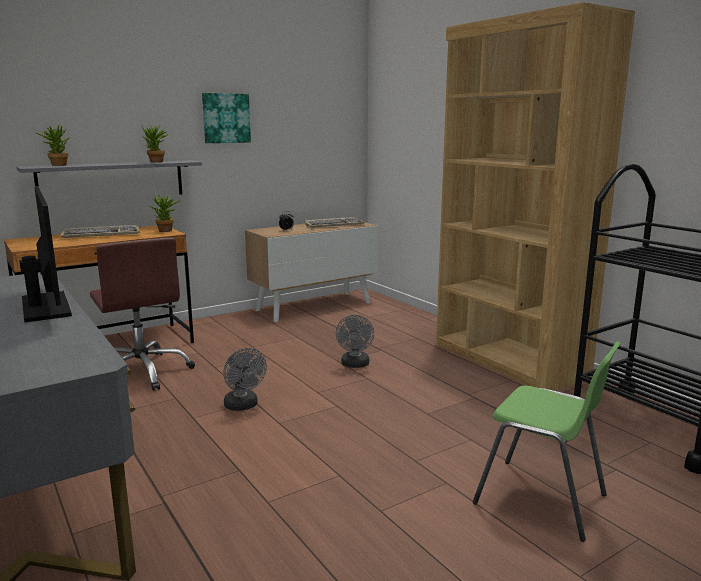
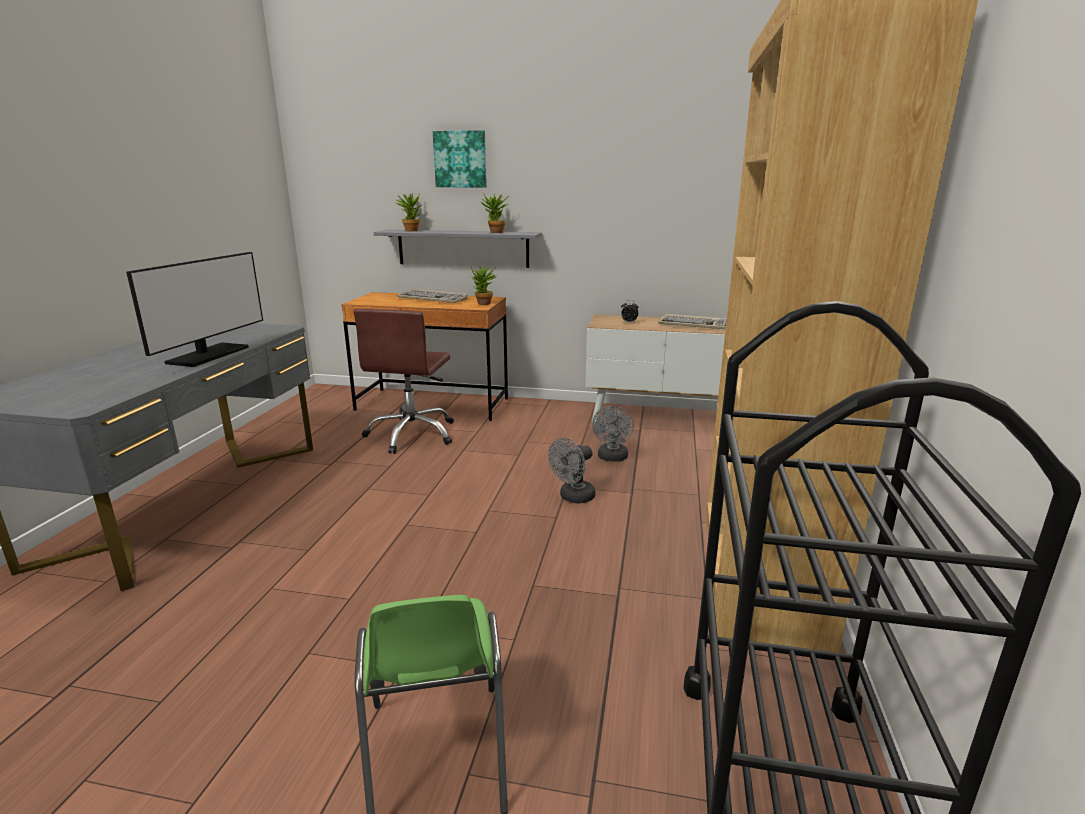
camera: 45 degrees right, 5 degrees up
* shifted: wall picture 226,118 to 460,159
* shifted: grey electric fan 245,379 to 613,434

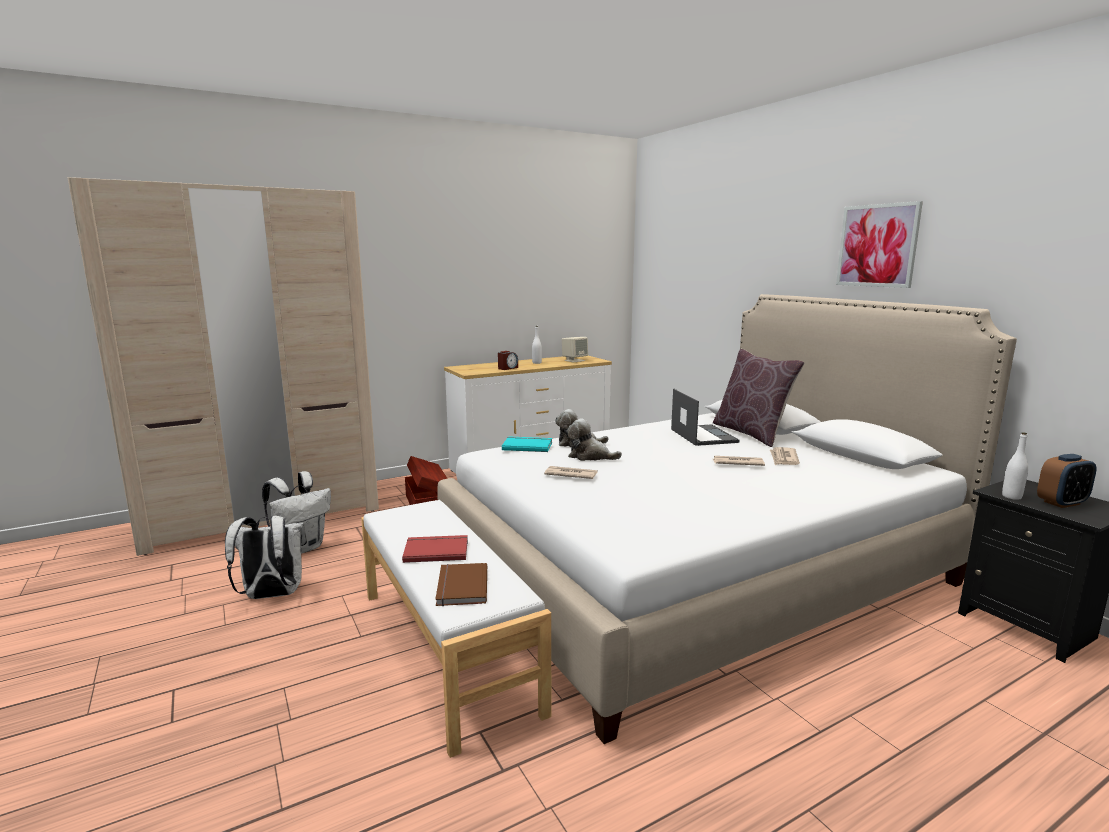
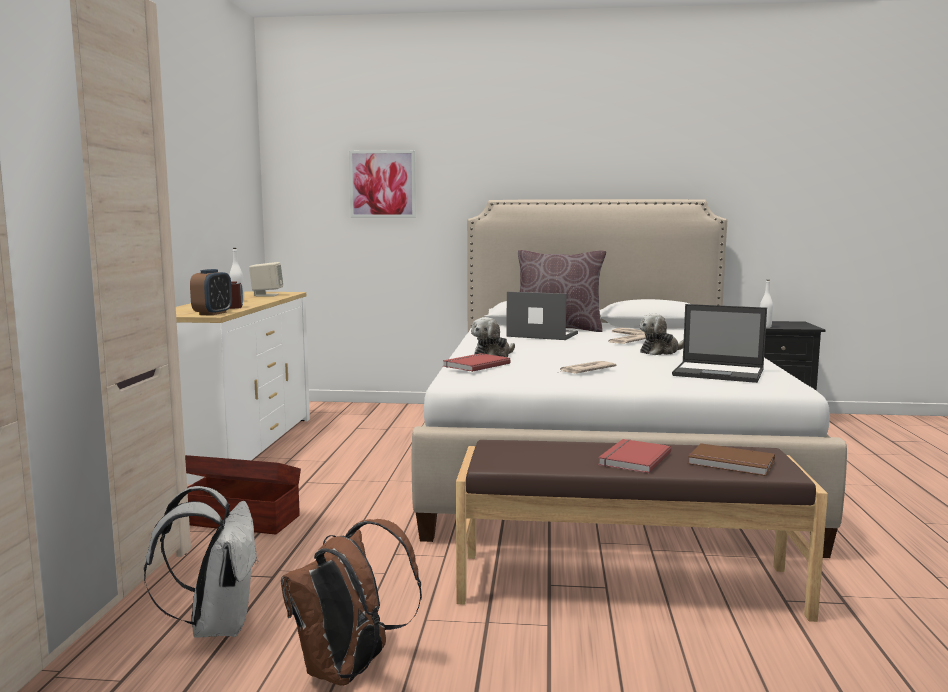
camera: 55 degrees left, 5 degrees down
* repainted: white knapsack 266,557 to brownish knapsack 351,602
* repainted: white indoor bench 456,629 to brownish indoor bench 642,531
* repainted: blue-green bound book 527,444 to reddish bound book 477,362
* shifted: soft toy 594,439 to 662,334
* shifted: wall picture 879,244 to 382,184
* shifted: bedside clock 1067,481 to 211,292
* new: notebook computer 719,343

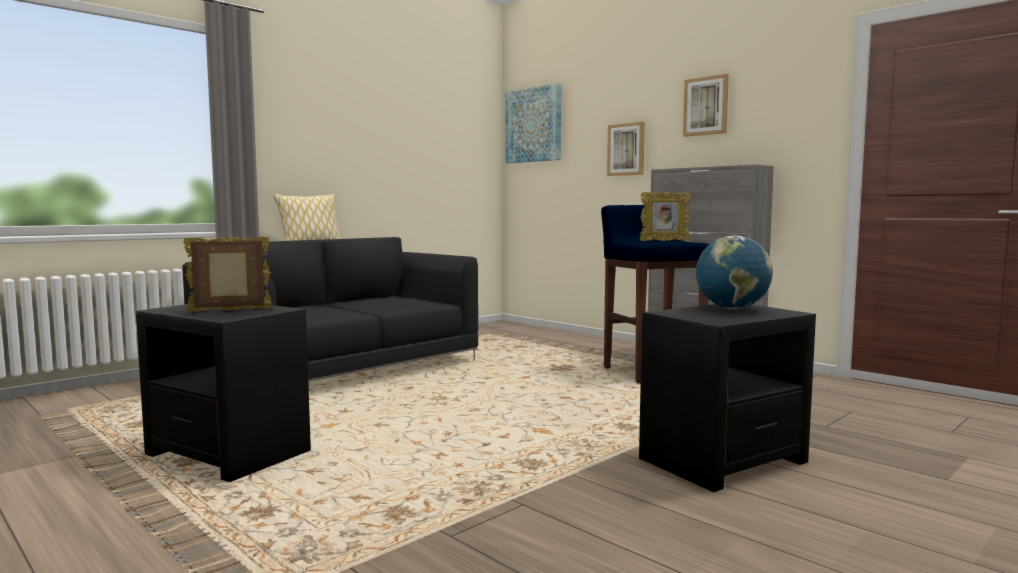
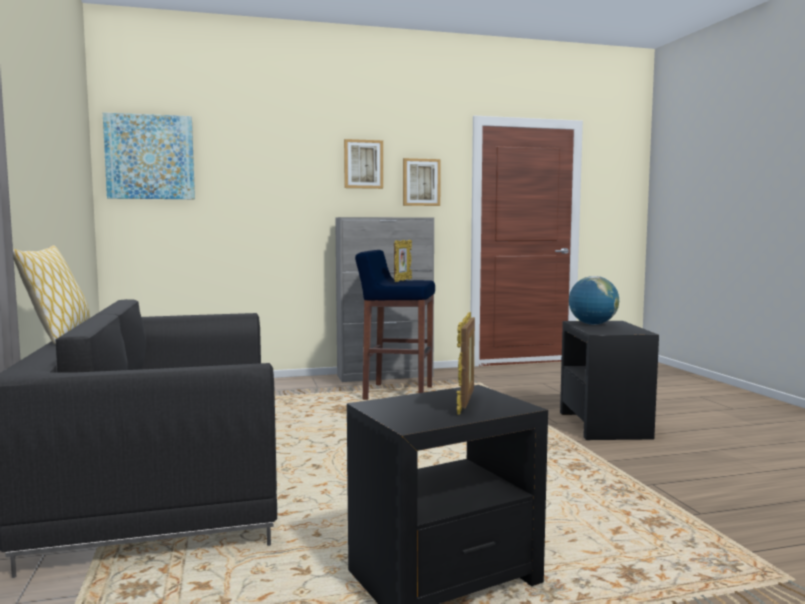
camera: 60 degrees left, 0 degrees up
* shifted: wall picture 626,149 to 422,182

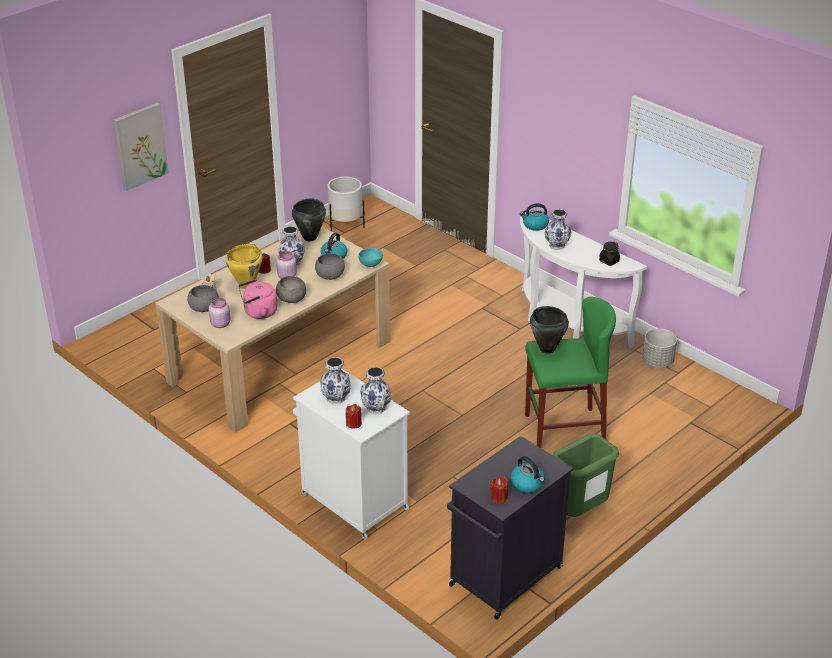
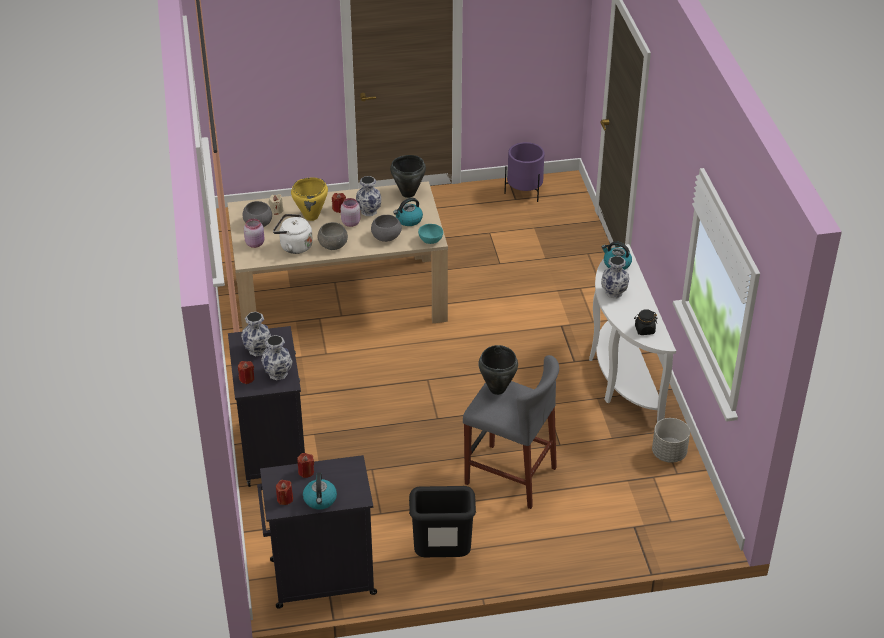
camera: 35 degrees right, 5 degrees up
* gone: wall picture 141,147
* repainted: pink-coloured tea kettle 257,299 to white tea kettle 293,234
* repainted: white cabinet 351,454 to blackish cabinet 266,406
* repainted: white flower pot 346,204 to purple flower pot 524,172
* repainted: greenish sitting stool 570,372 to grey sitting stool 511,432
* repainted: greenish trash can 586,475 to blackish trash can 442,521
* new: reddish wax light 305,465

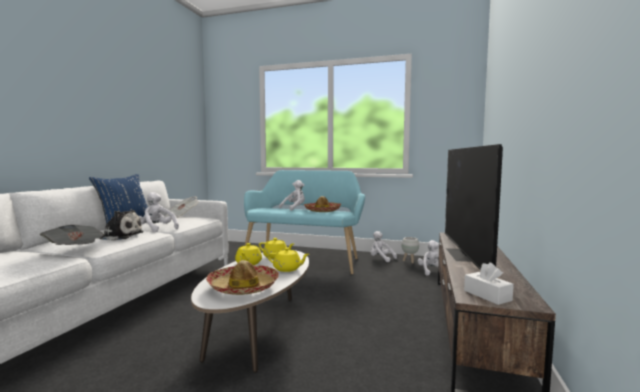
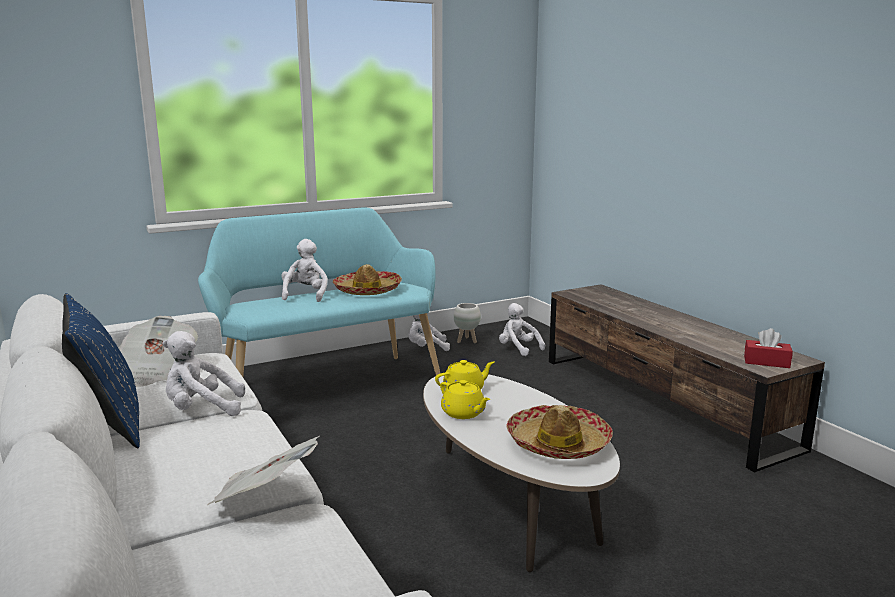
camera: 45 degrees left, 10 degrees up
* gone: soft toy 122,225
* gone: yellowish teapot 288,260
* gone: TV 474,207
* repainted: white tissue holder 489,283 to reddish tissue holder 768,348

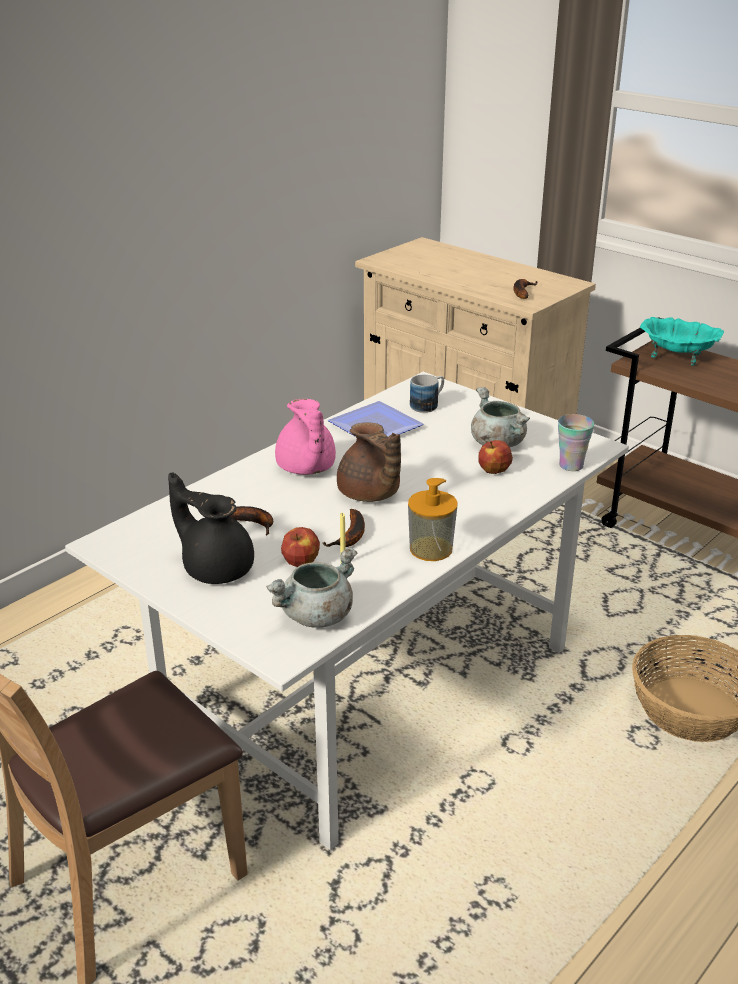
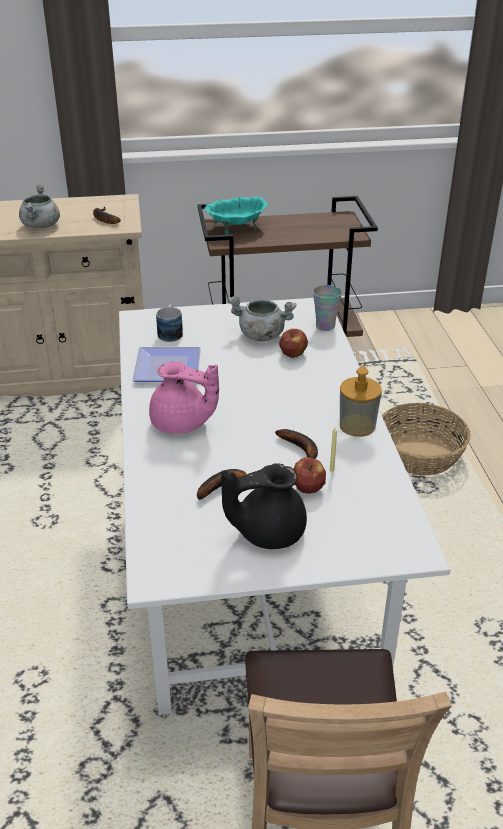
camera: 50 degrees left, 5 degrees up
* shifted: grey cooking pot 311,587 to 39,206
* gone: brownish teapot 369,462

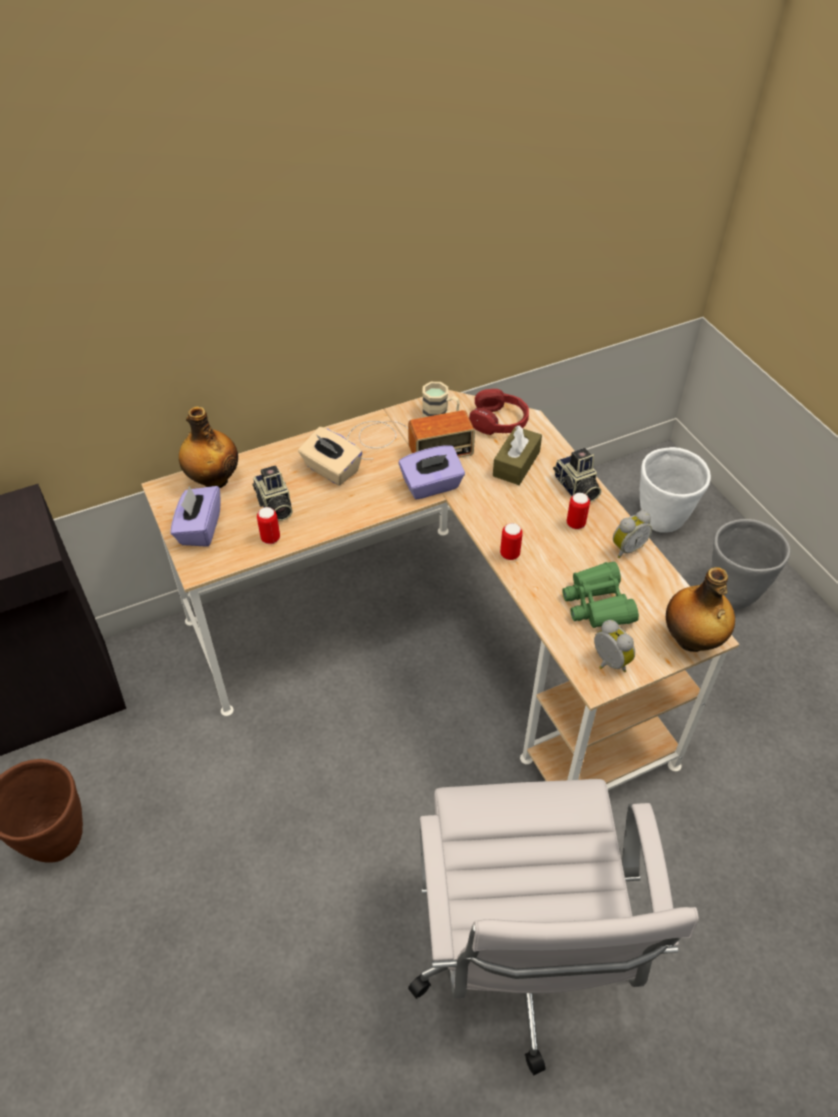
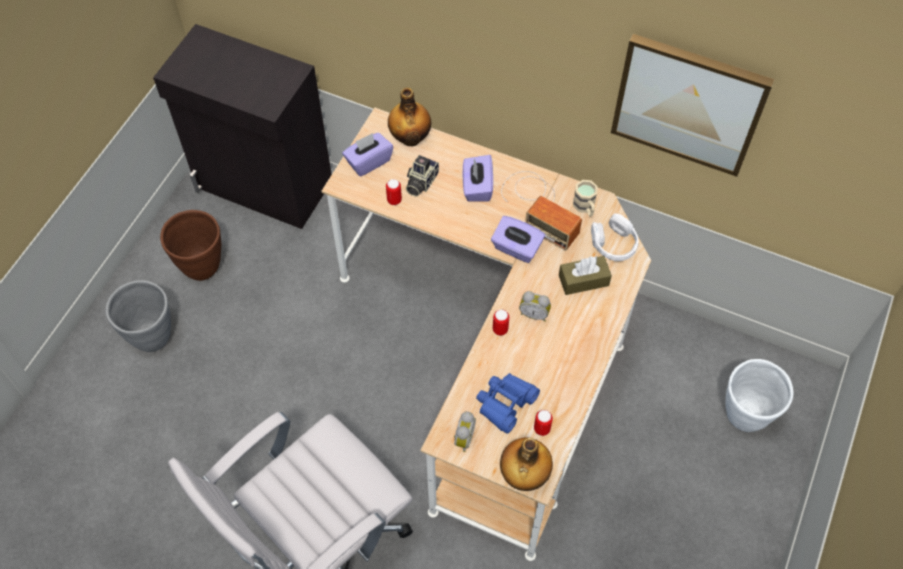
camera: 50 degrees right, 10 degrees up
* repainted: sand-coloured tissue holder 330,456 to purple tissue holder 478,178
* repainted: reddish pair of headphones 499,412 to white pair of headphones 615,237
* gone: still camera 577,475
* repainted: greenish field glasses 600,595 to bluish field glasses 508,403
* shifted: can 578,511 to 543,423
* shifted: bedside clock 632,534 to 535,306
* shifted: grey flower pot 751,564 to 138,316
* new: wall picture 693,105

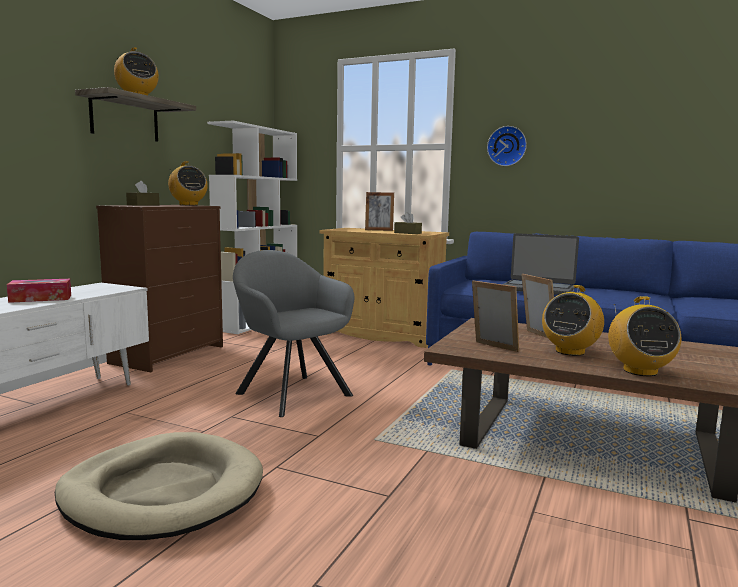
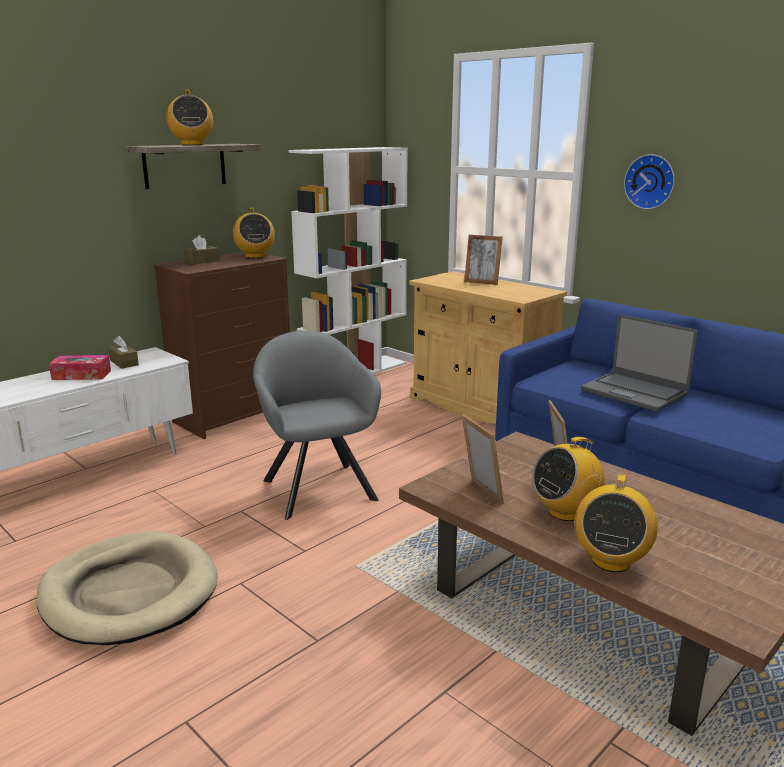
camera: 20 degrees right, 10 degrees up
* shifted: brownish tissue holder 408,223 to 123,352

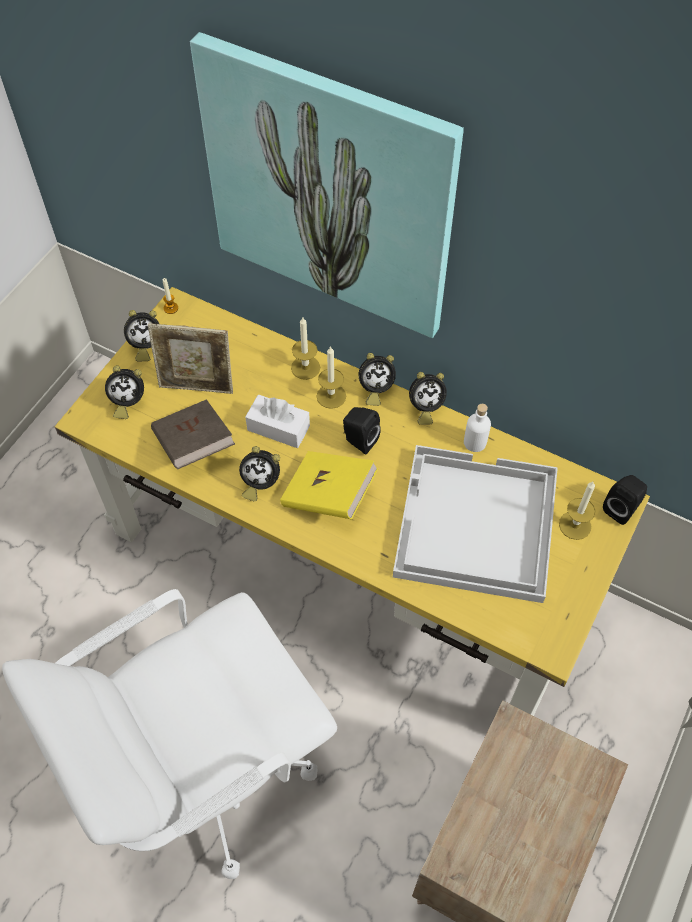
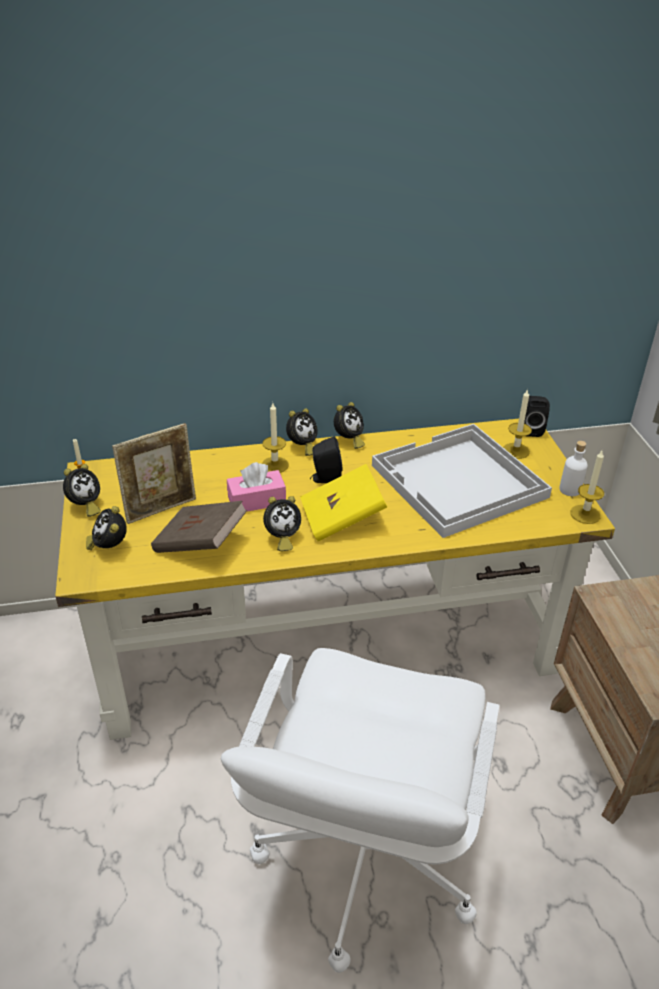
camera: 40 degrees left, 20 degrees down
* rotated: bedside clock 124,392 = 106,528 120 degrees clockwise
* gone: wall picture 327,185
* repainted: white tissue holder 277,421 to pink-coloured tissue holder 256,487
* shifted: wax light 305,348 to 587,487
* shifted: white drink bottle 477,428 to 573,468

